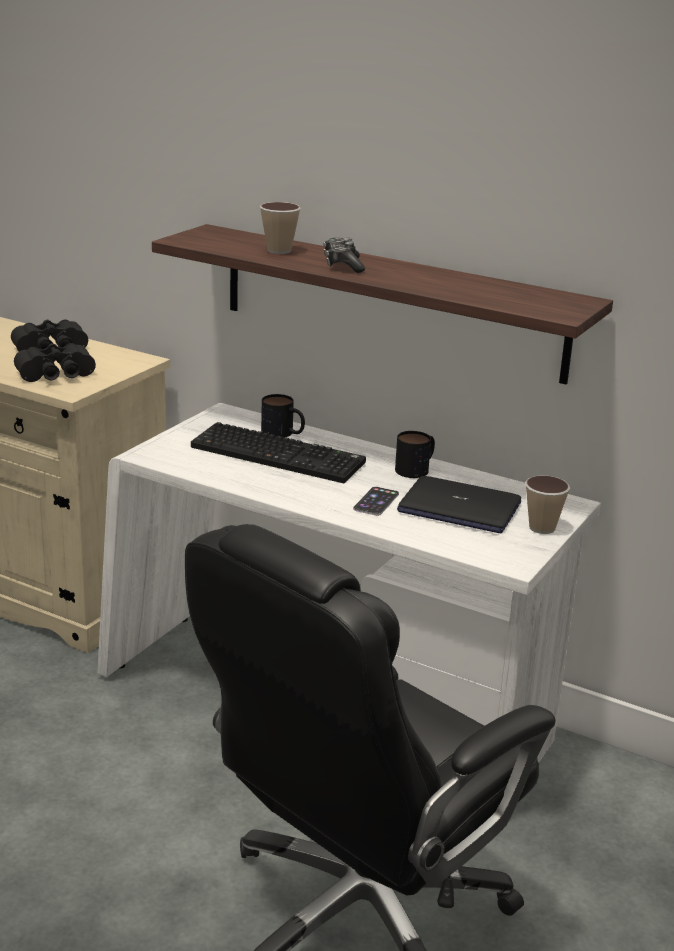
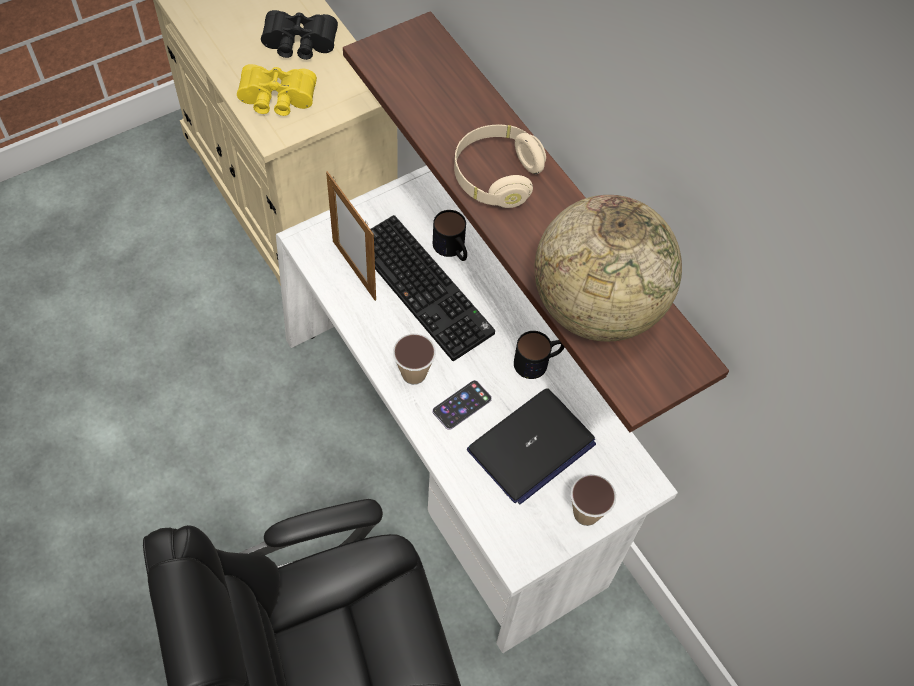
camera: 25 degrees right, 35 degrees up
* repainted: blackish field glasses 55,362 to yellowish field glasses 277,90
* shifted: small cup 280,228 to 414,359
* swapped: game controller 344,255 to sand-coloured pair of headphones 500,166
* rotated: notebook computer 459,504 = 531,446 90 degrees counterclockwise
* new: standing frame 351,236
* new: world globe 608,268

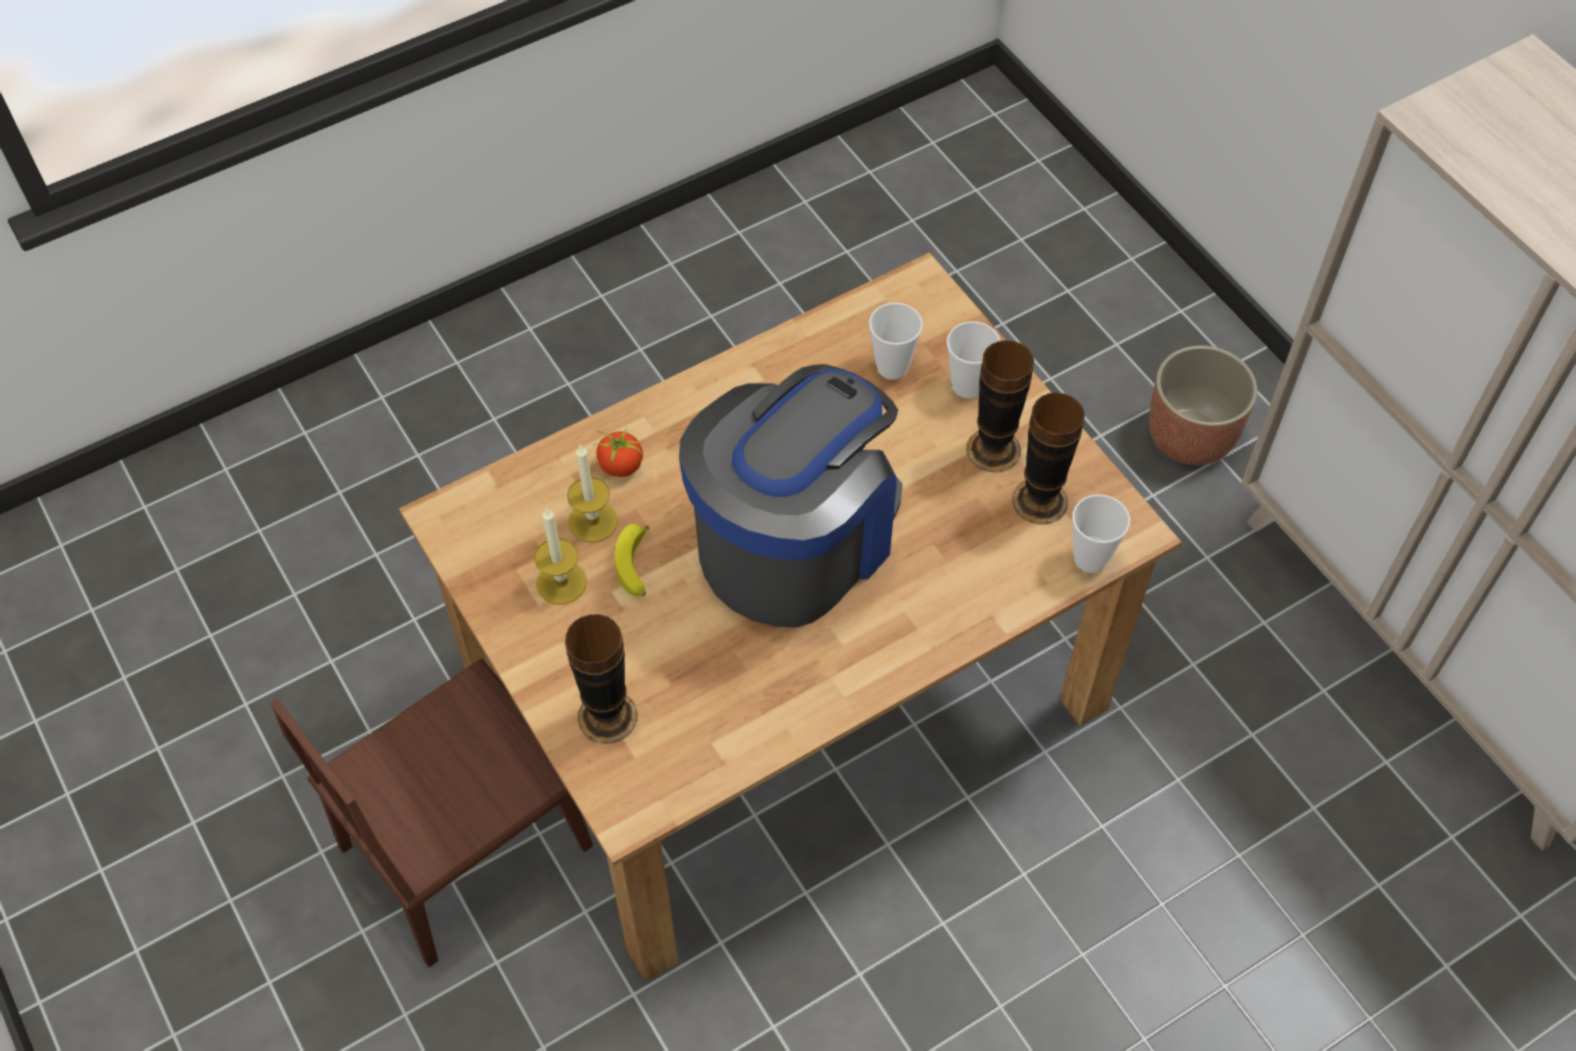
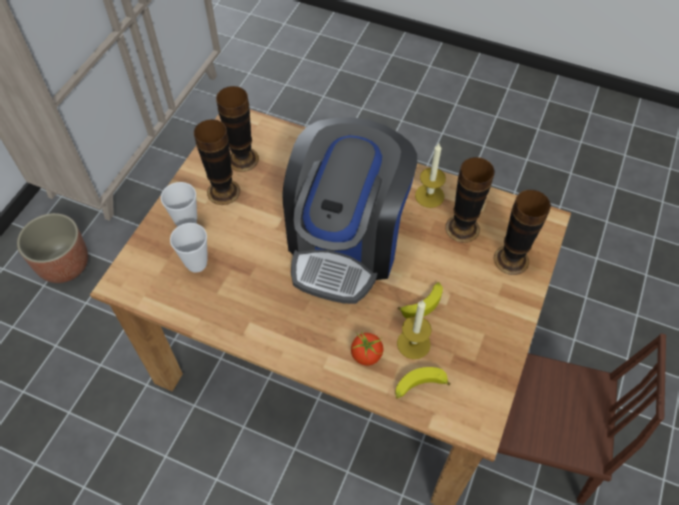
camera: 125 degrees left, 0 degrees up
* shifted: wax light 560,556 to 430,175
* rotated: coffee machine 791,496 = 350,210 75 degrees counterclockwise
* gone: small cup 1101,533
* new: banana 423,383
* new: flower vase 470,200

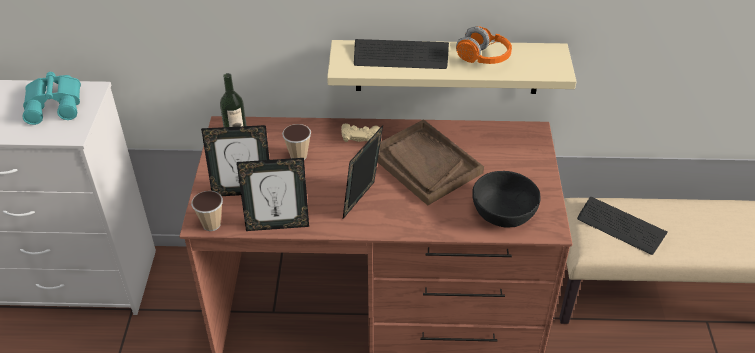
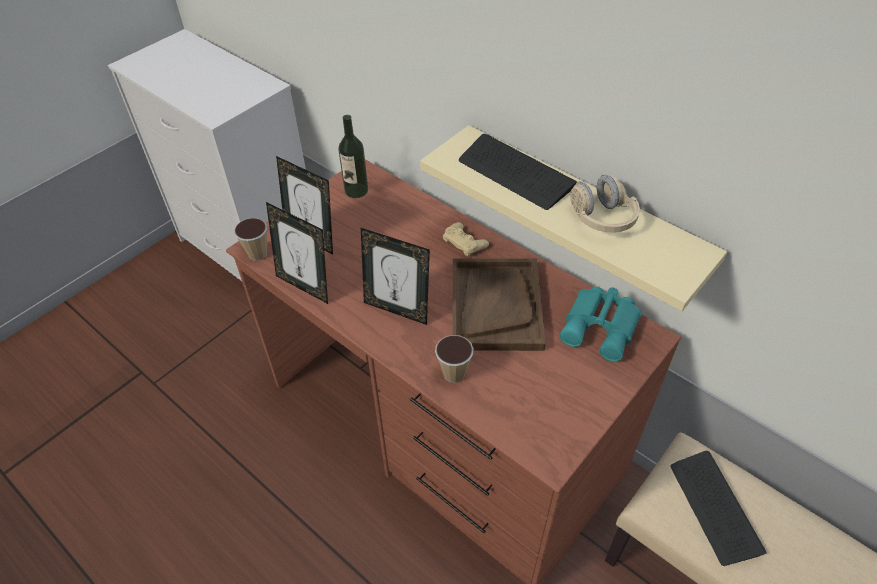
camera: 40 degrees right, 5 degrees up
* shifted: blue-green field glasses 51,98 to 600,324
* shifted: small cup 296,142 to 454,359
* rotated: standing frame 363,172 = 395,276 135 degrees counterclockwise
* repainted: orangey pair of headphones 484,45 to sand-coloured pair of headphones 605,204
* gone: blackish deep dish 506,199

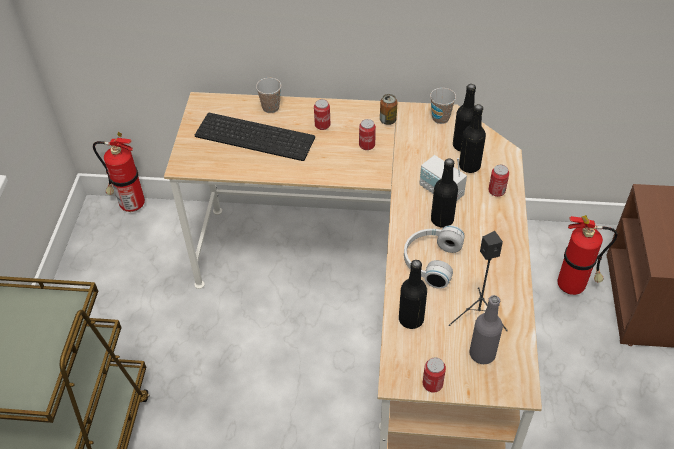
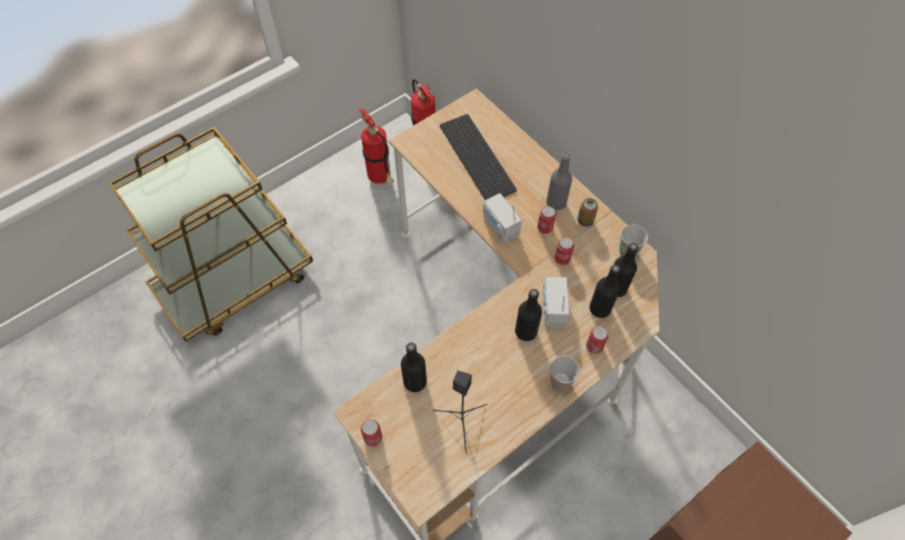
camera: 45 degrees right, 10 degrees up
* shifted: small cup 268,95 to 565,373
* shifted: can 322,114 to 564,251
* gone: white pair of headphones 434,257
* shifted: grey drink bottle 486,329 to 559,181
* shifted: extinguisher 588,255 to 376,146
* new: radio 502,218

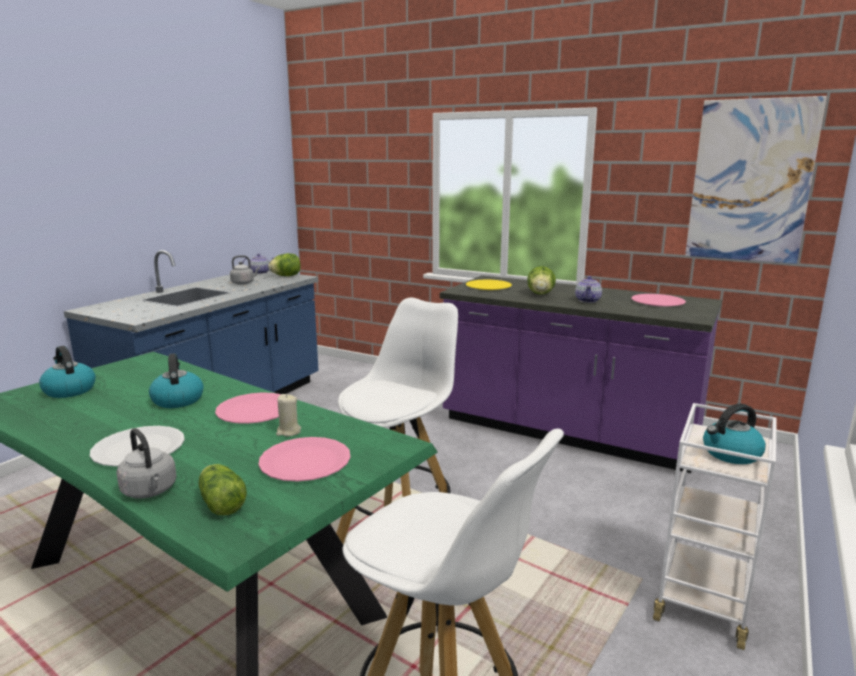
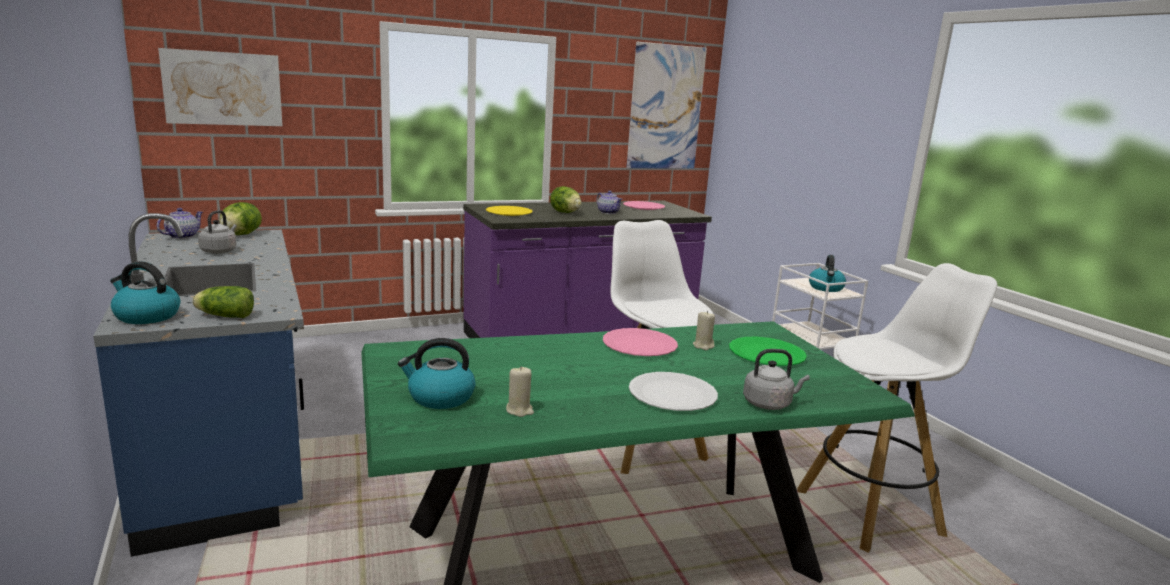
camera: 55 degrees left, 0 degrees up
* shifted: tea kettle 176,380 to 145,292
* shifted: head of lettuce 223,489 to 223,302
* repainted: pink-coloured plate 305,459 to greenish plate 768,351
* new: wall picture 220,87
* new: sand-coloured wax light 520,391

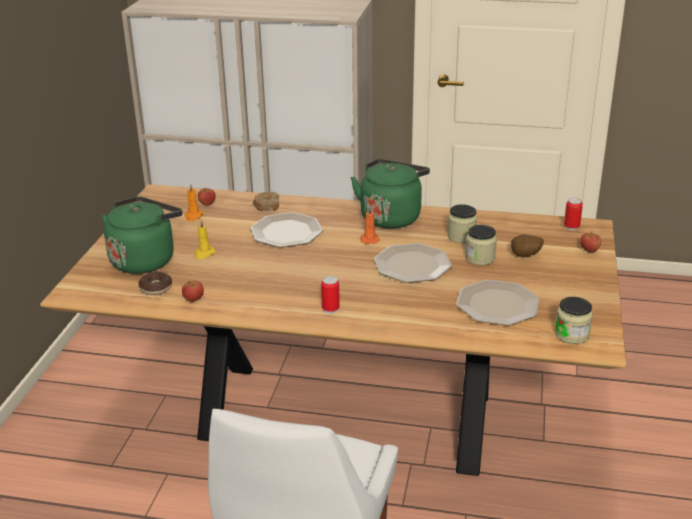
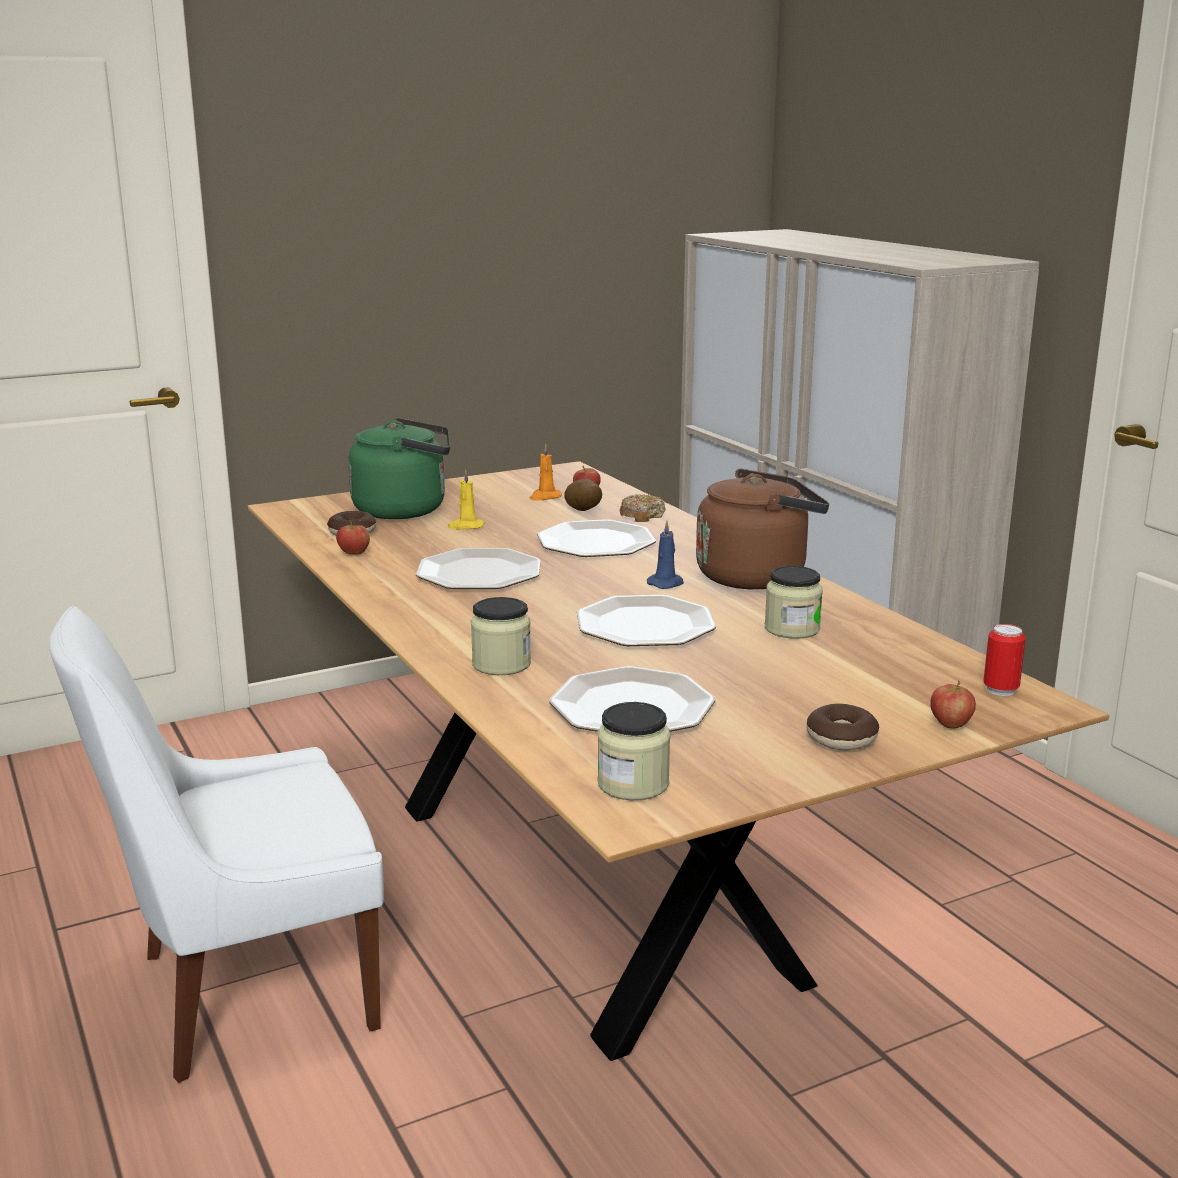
camera: 50 degrees right, 10 degrees down
* gone: can 330,295
* repainted: greenish tea kettle 390,194 to brownish tea kettle 762,529
* repainted: orangey wax light 370,225 to bluish wax light 665,554
* shifted: preserve jar 481,245 to 501,636
* shifted: potato 527,246 to 583,495
* new: plate 478,568
* new: doughnut 843,727

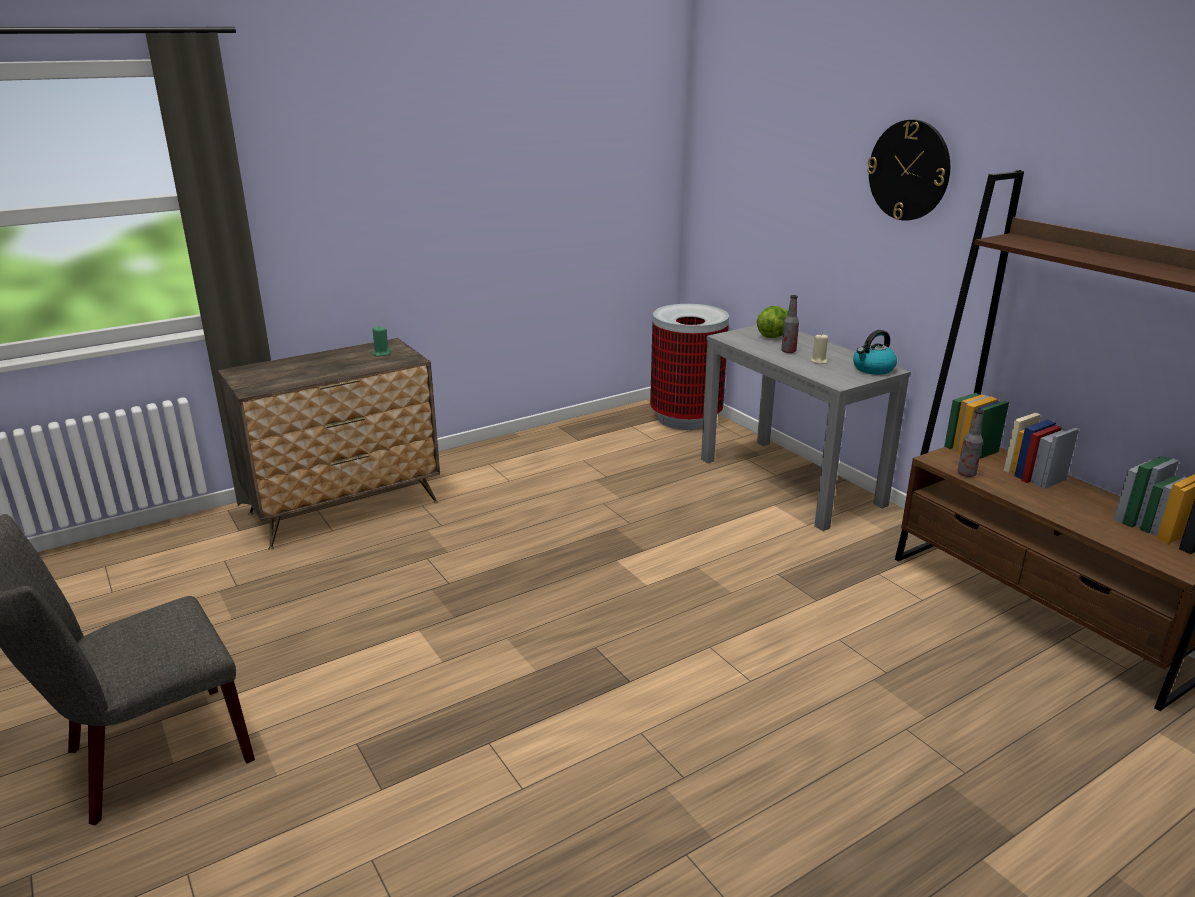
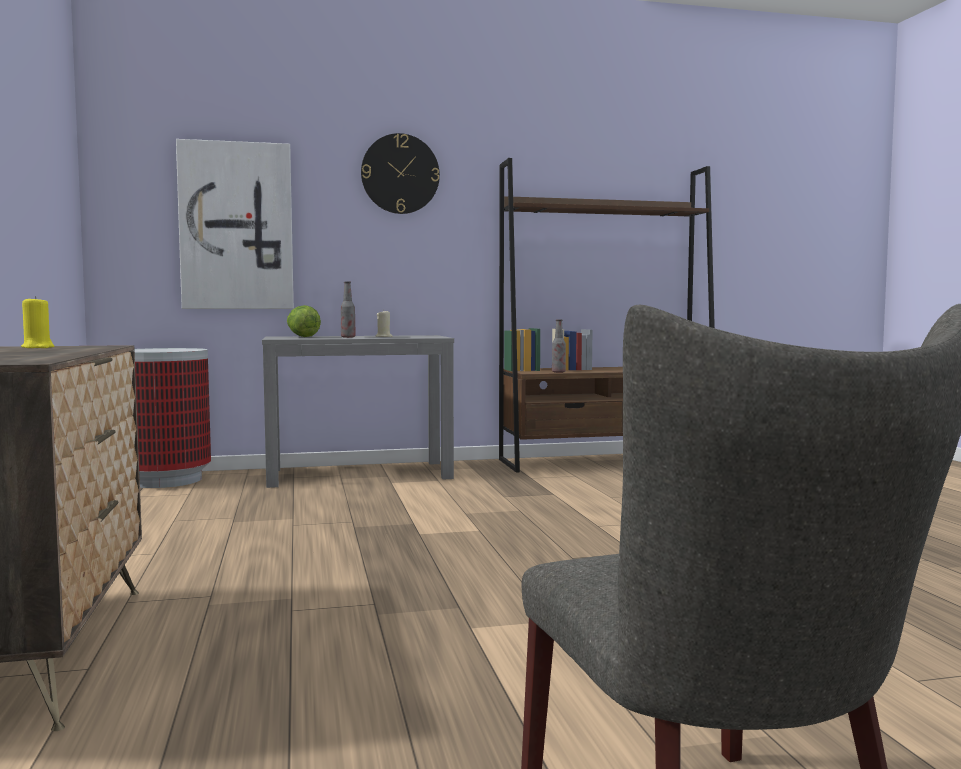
camera: 70 degrees left, 20 degrees down
* repainted: greenish wax light 382,342 to yellowish wax light 38,322
* gone: tea kettle 875,352
* new: wall picture 235,224

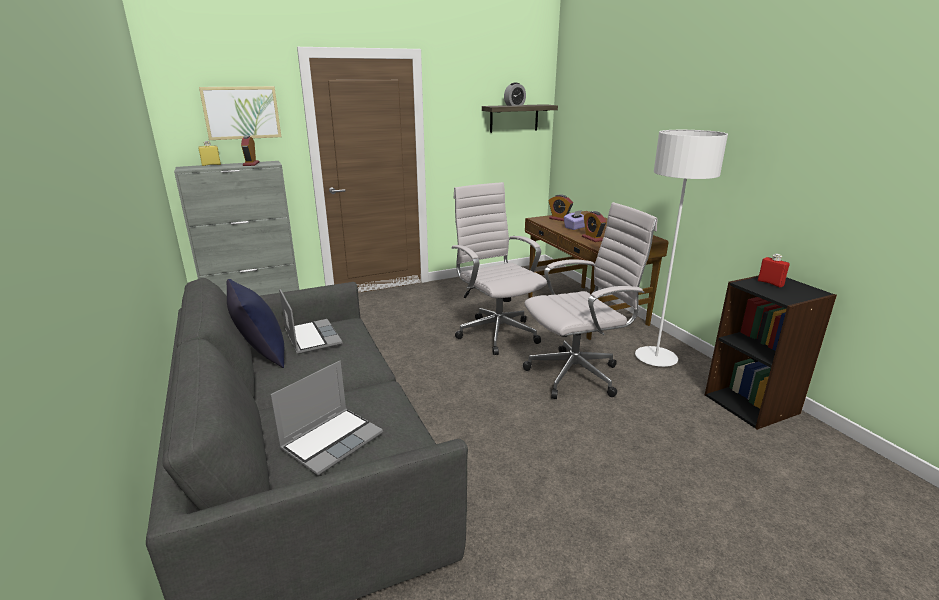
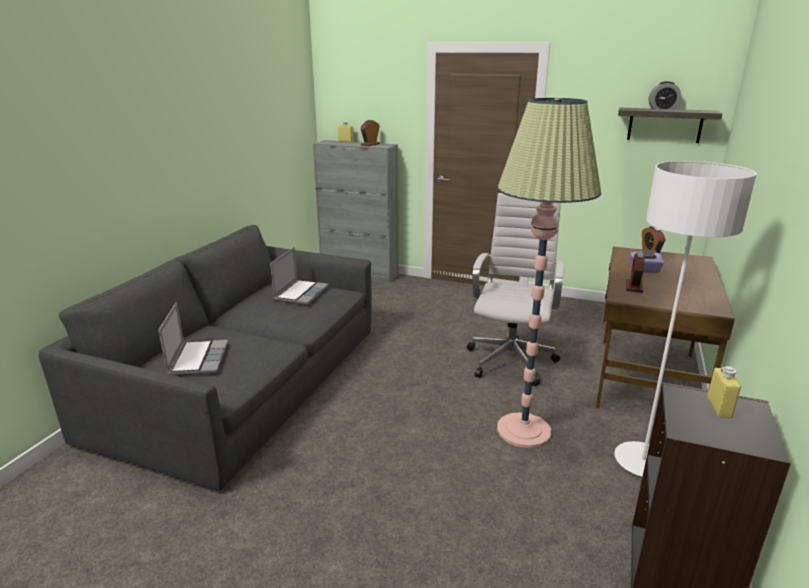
camera: 45 degrees right, 0 degrees up
* gone: wall picture 240,113
* gone: bluish throw pillow 255,323
* rotated: notebook computer 327,418 = 193,338 90 degrees counterclockwise
* swapped: white office chair 590,300 to floor lamp 549,273
* repainted: reddish drink bottle 774,271 to yellowish drink bottle 724,392

